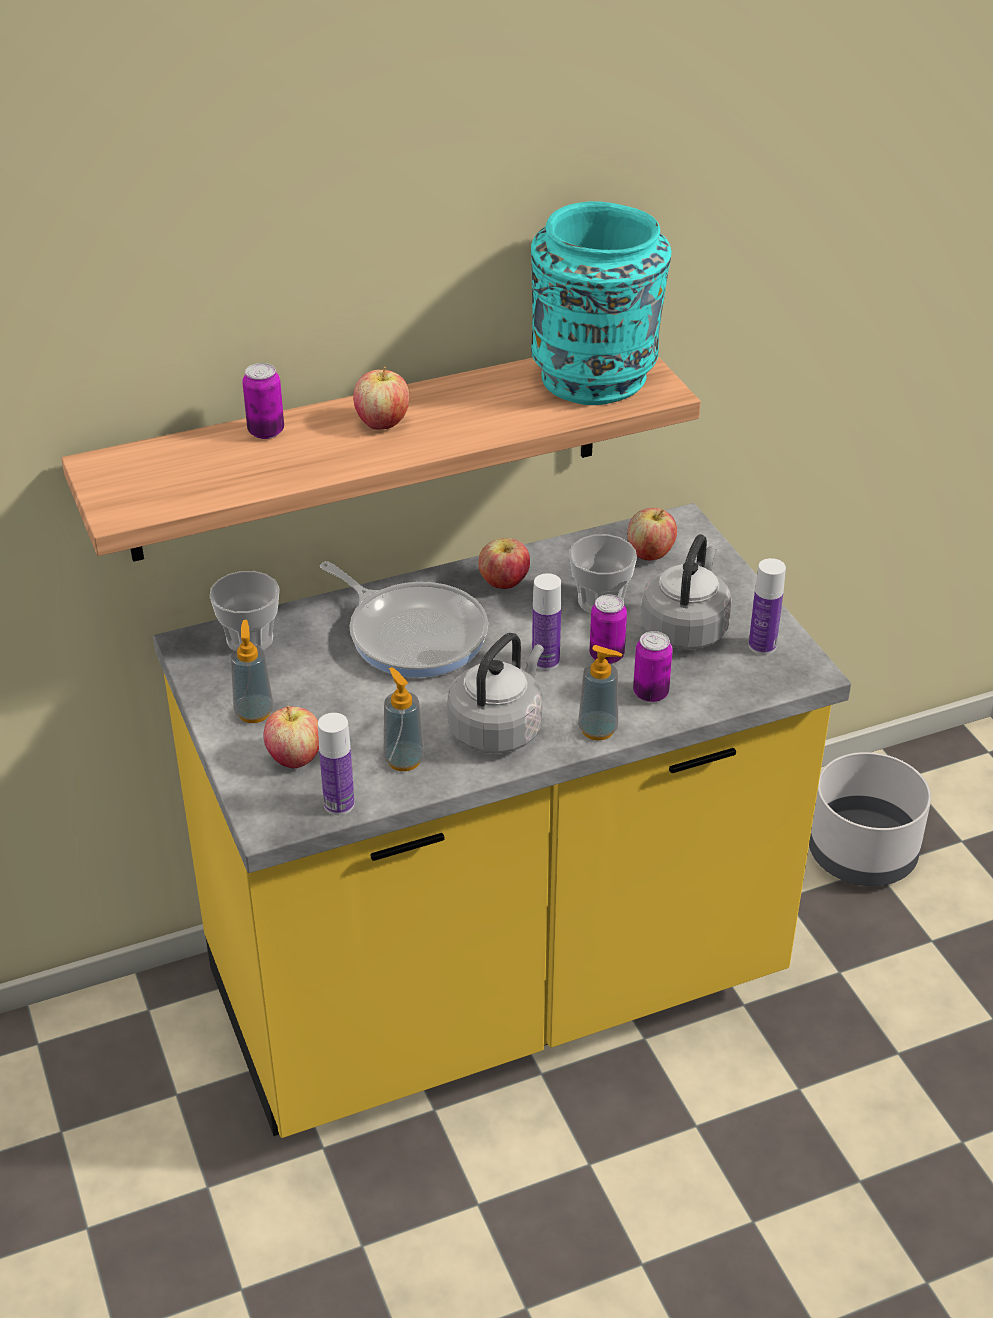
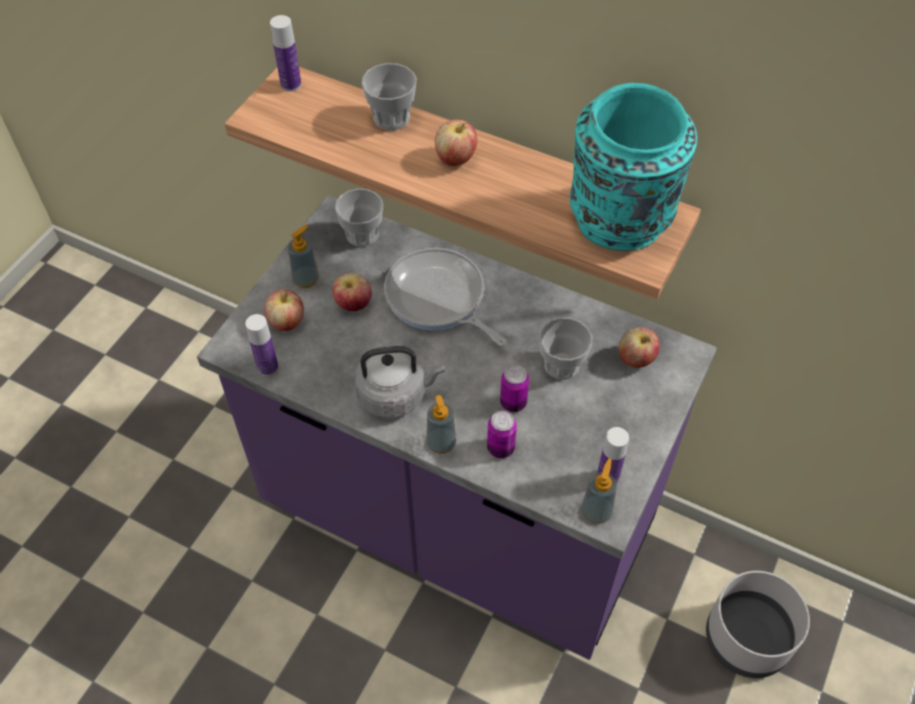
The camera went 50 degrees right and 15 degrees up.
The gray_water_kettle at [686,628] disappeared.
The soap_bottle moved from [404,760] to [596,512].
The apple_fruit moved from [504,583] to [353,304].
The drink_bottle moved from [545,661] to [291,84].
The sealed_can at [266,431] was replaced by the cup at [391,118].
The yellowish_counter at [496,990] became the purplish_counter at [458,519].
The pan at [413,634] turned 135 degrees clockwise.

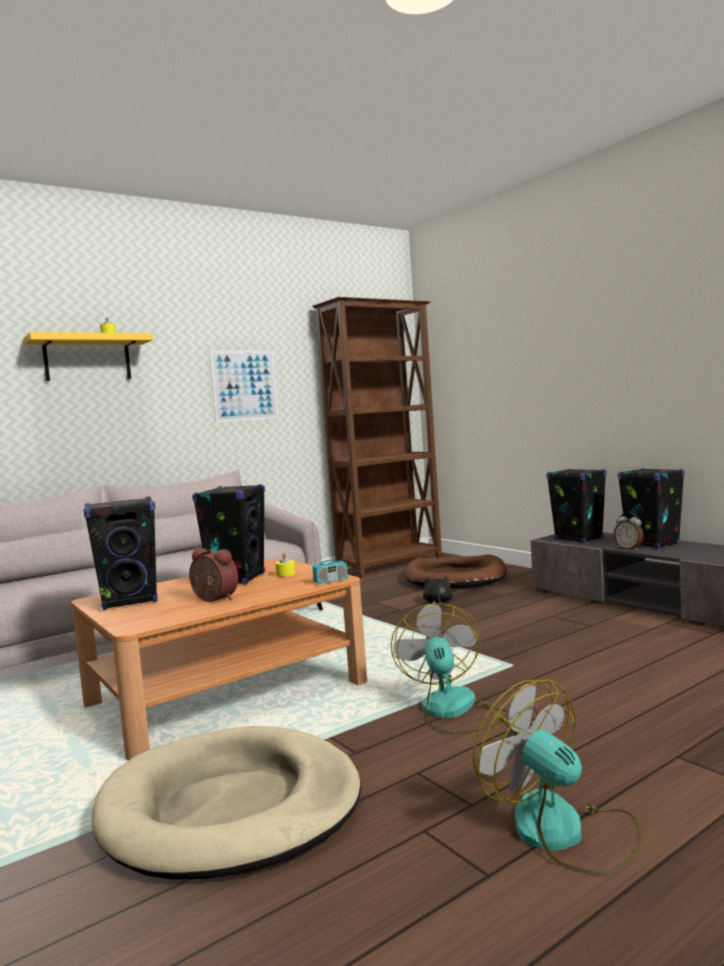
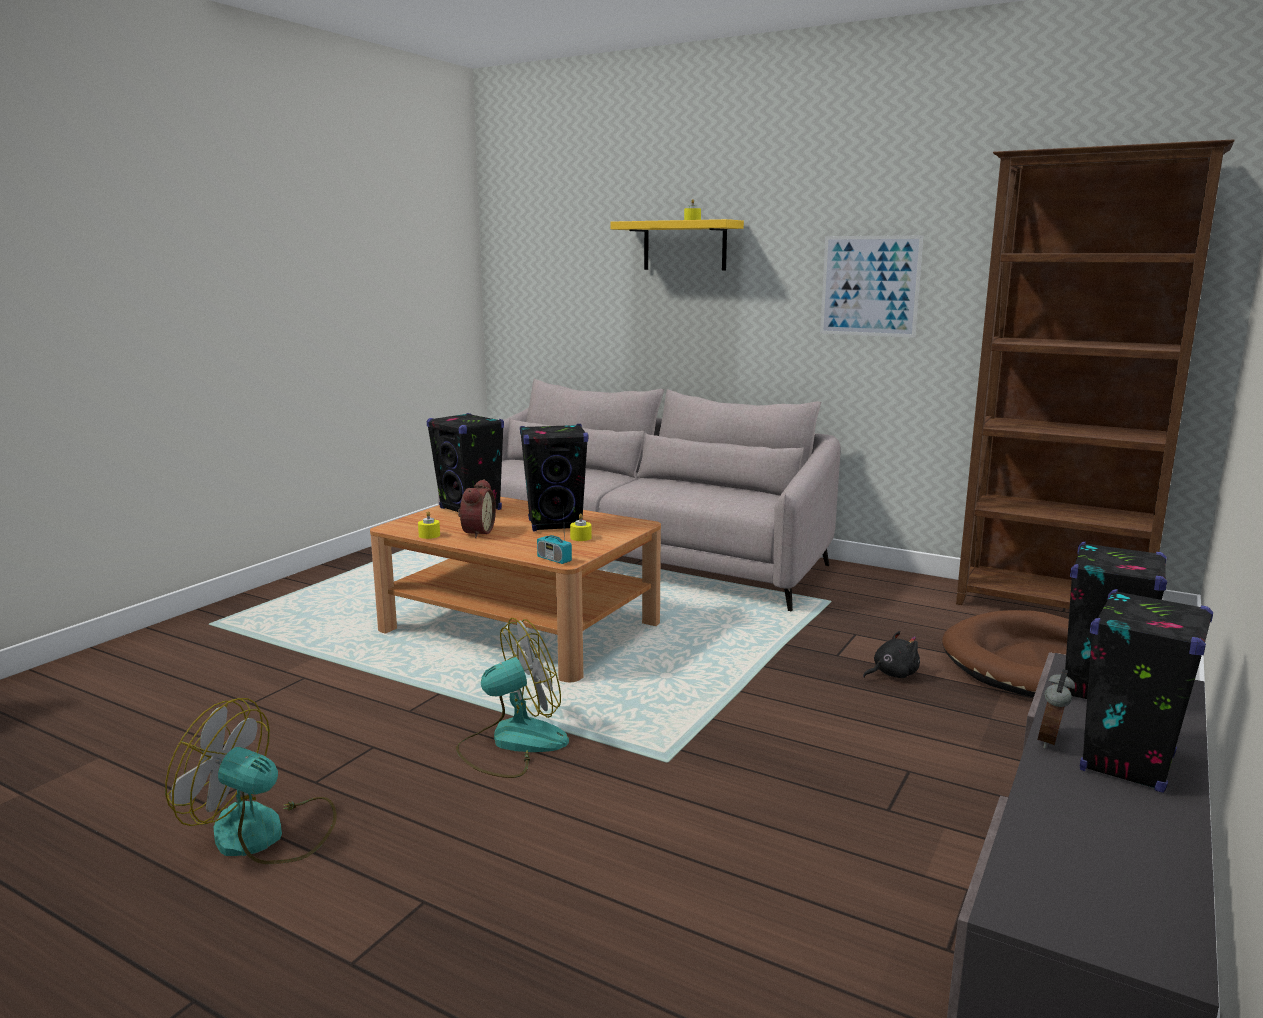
The camera went 65 degrees right and 10 degrees up.
The beige-coloured_dog_bed at [231,808] disappeared.
The yellowish_candle at [429,535] appeared.
The electric_fan at [564,833] turned 105 degrees counterclockwise.

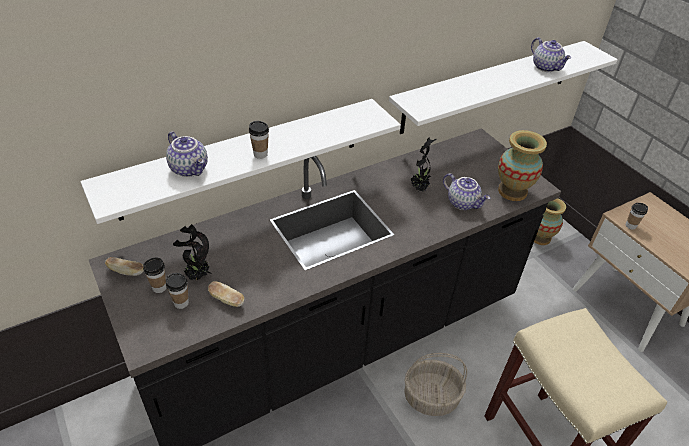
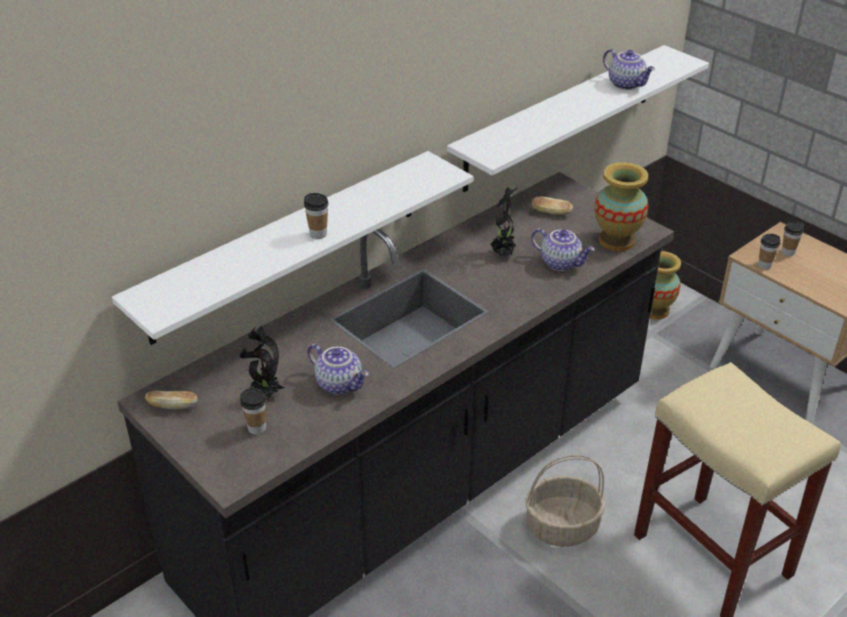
The camera went 10 degrees left and 5 degrees down.
The cup moved from [159,287] to [788,252].
The pot_for_tea moved from [190,169] to [340,384].
The bakery_bread moved from [227,300] to [551,213].

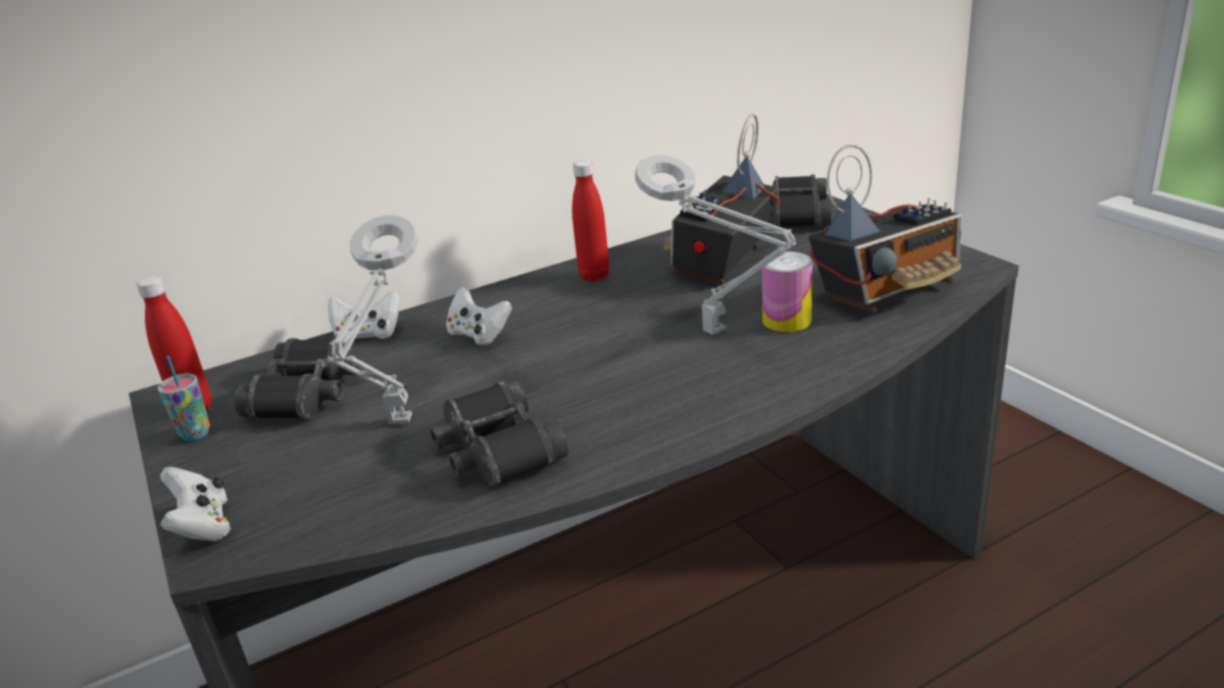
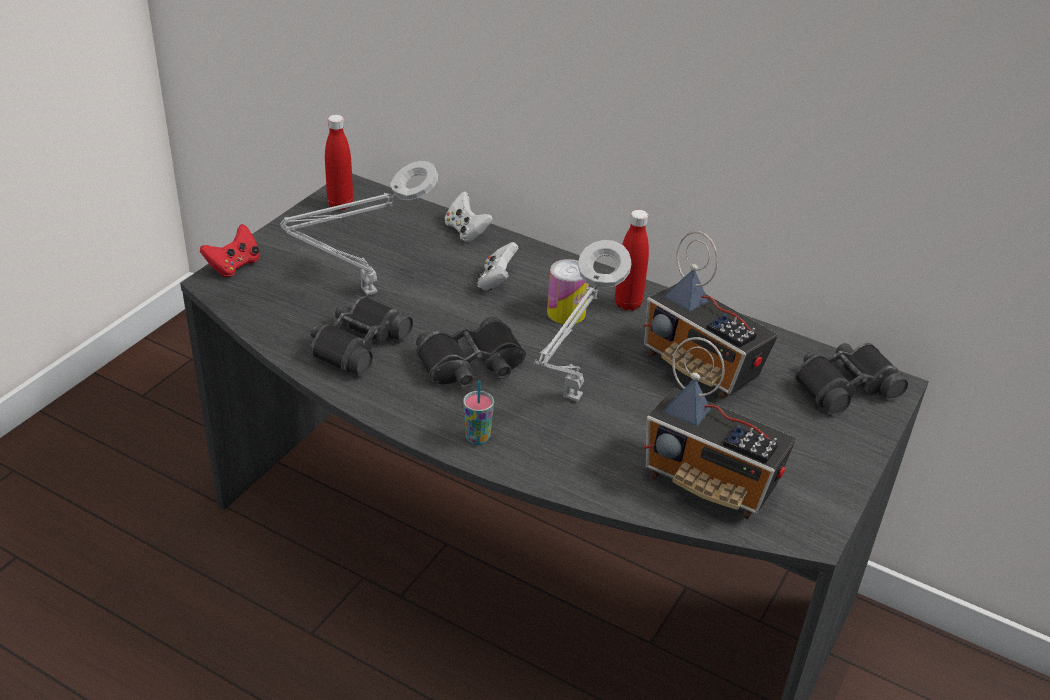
The camera went 55 degrees right and 10 degrees up.
The cup moved from [195,434] to [477,438].
The black-coloured_pair_of_binoculars moved from [308,393] to [471,365].
The sealed_can moved from [787,320] to [566,313].
The white-coloured_gamepad at [203,527] became the red_gamepad at [234,266].
The radio_set at [722,263] turned 135 degrees counterclockwise.

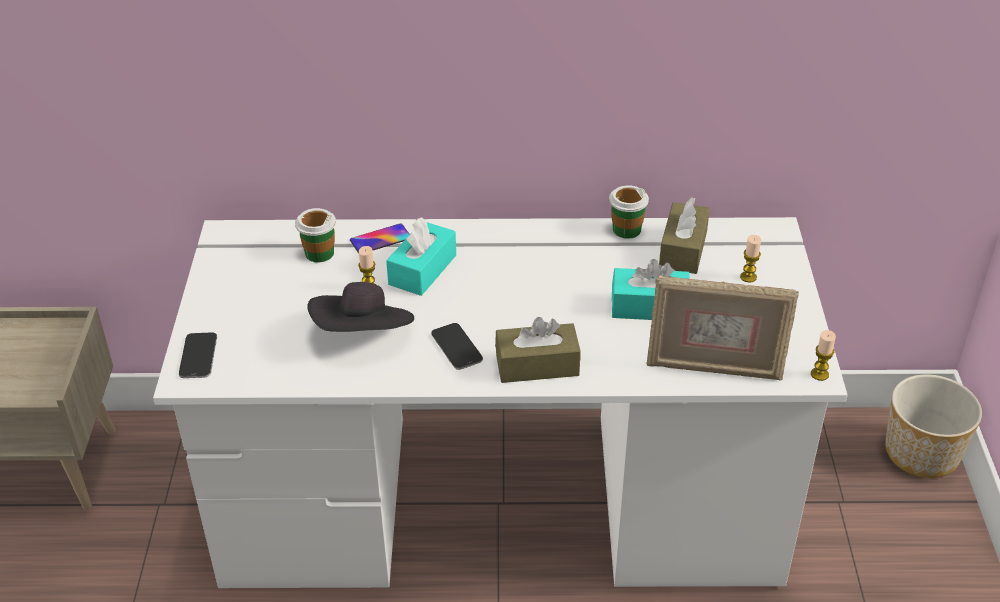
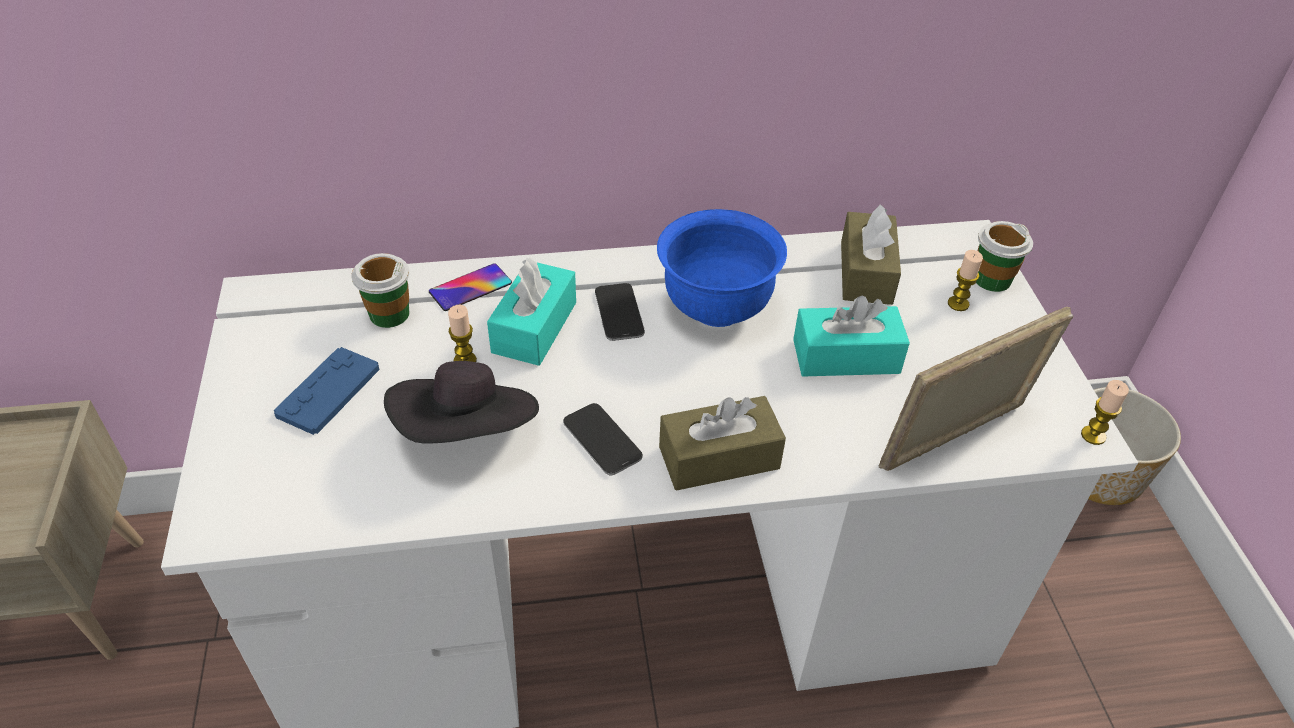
The camera went 10 degrees left and 5 degrees up.
The bluish_gamepad at [328,392] appeared.
The bluish_bowl at [716,307] appeared.
The handset moved from [198,356] to [619,313].
The cup moved from [626,229] to [991,279].
The photo_frame at [714,368] turned 150 degrees clockwise.

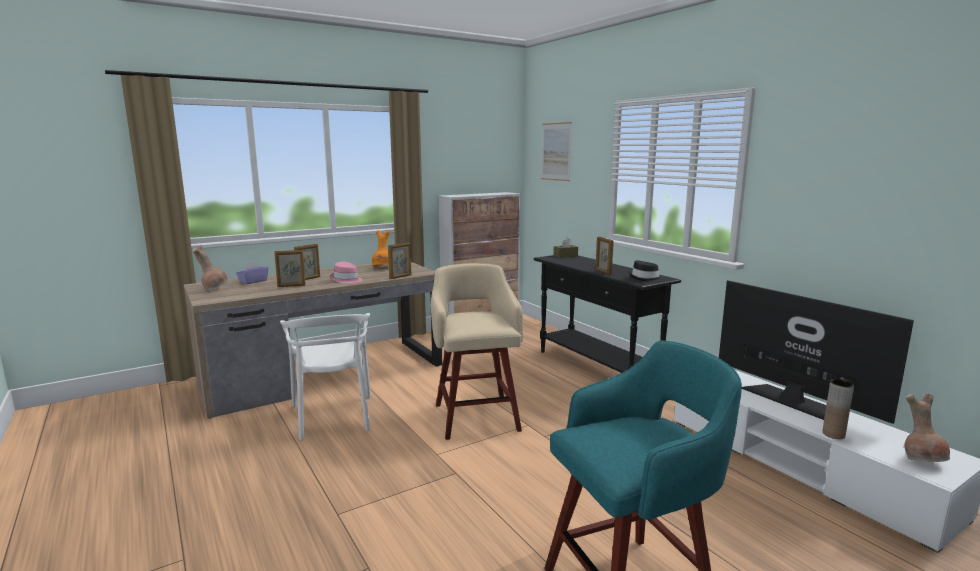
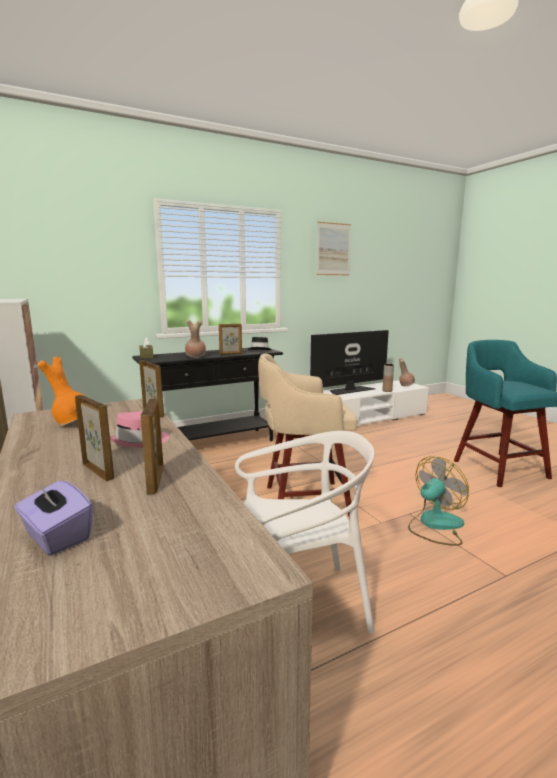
The camera went 85 degrees left and 0 degrees up.
The electric_fan at [435,525] appeared.
The brown_decorative_vase moved from [214,289] to [195,356].
The wall_picture moved from [556,151] to [333,249].

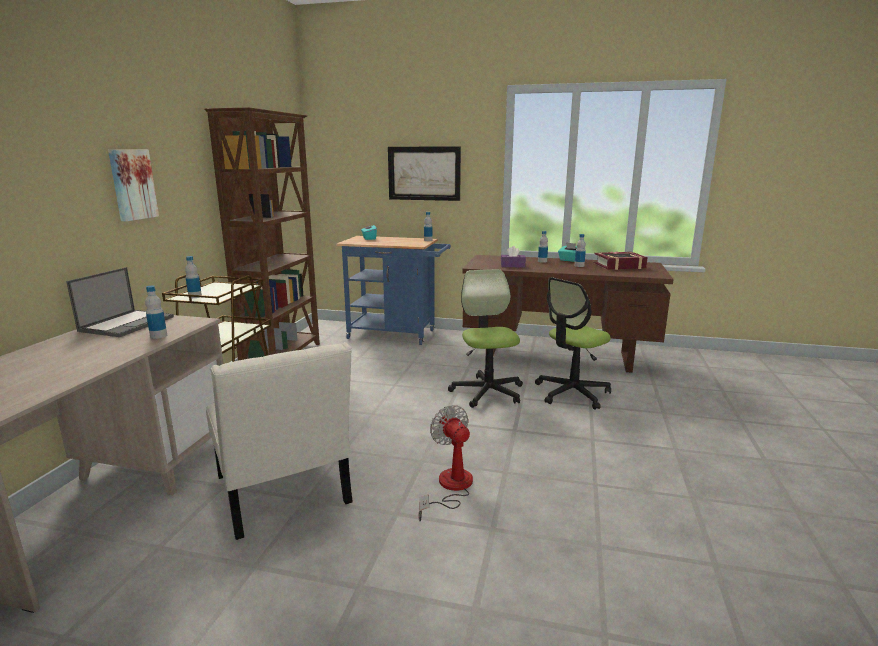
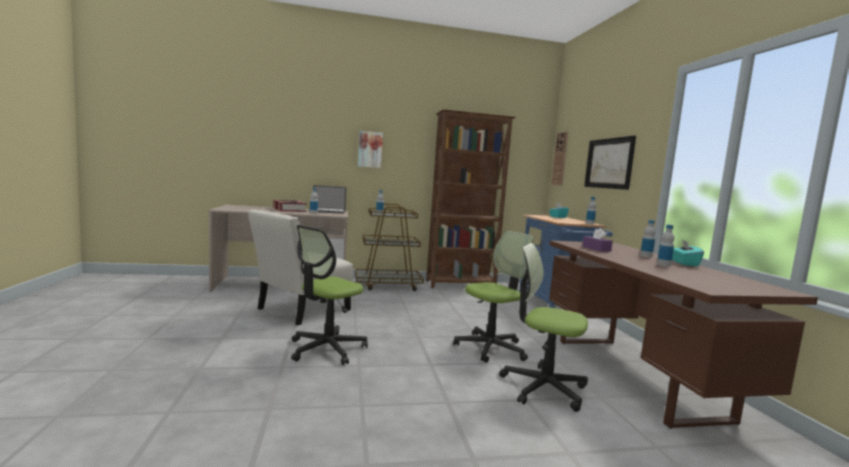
The camera went 65 degrees right and 10 degrees down.
The hanging_clock at [560,159] appeared.
The volume moved from [619,266] to [289,210].
The electric_fan at [450,487] was replaced by the office_chair at [327,349].

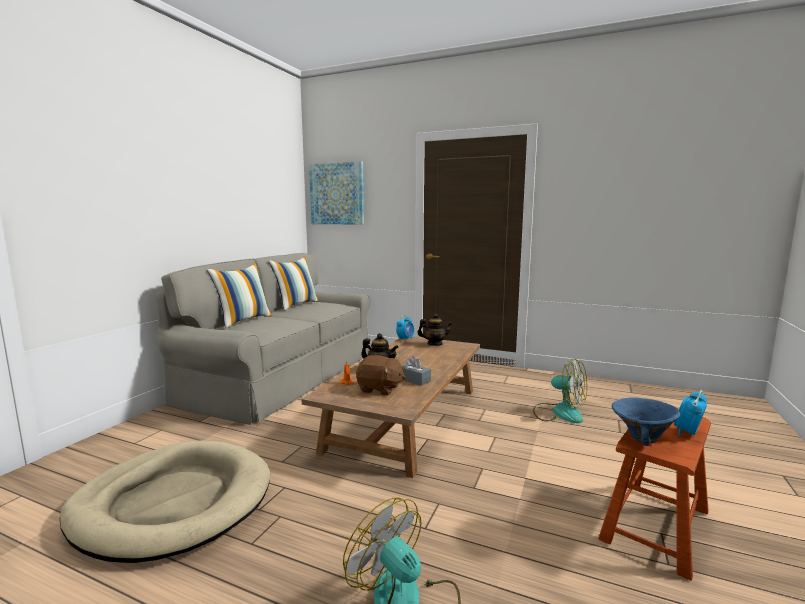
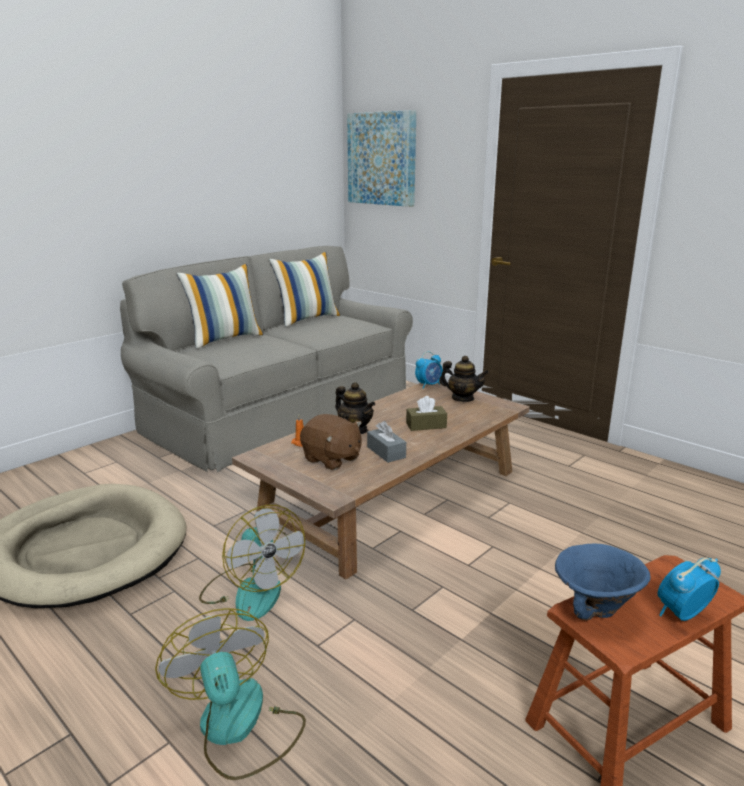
The camera went 20 degrees right and 10 degrees up.
The brown_box_of_tissues at [426,425] appeared.
The electric_fan moved from [559,412] to [251,590].

